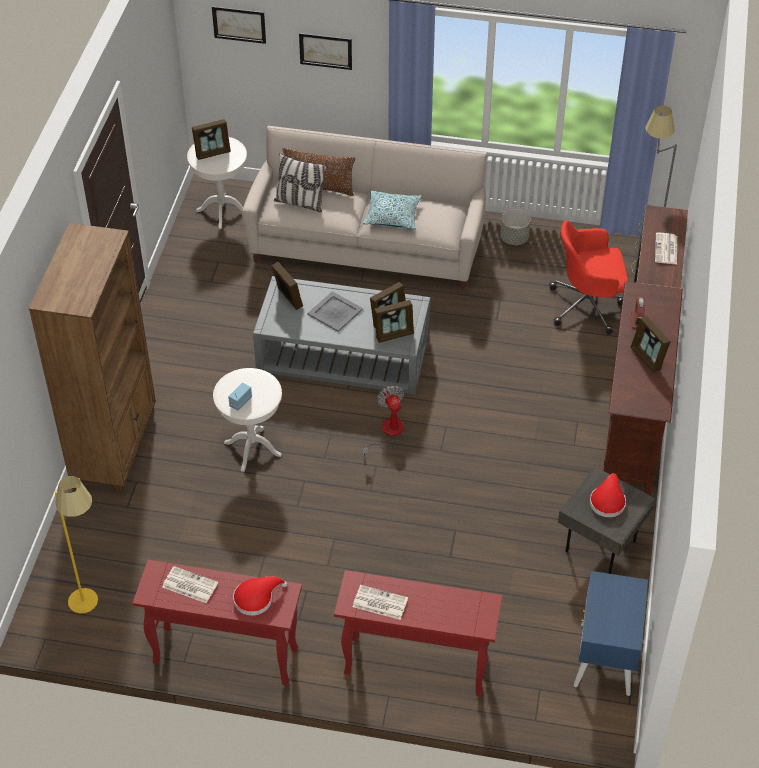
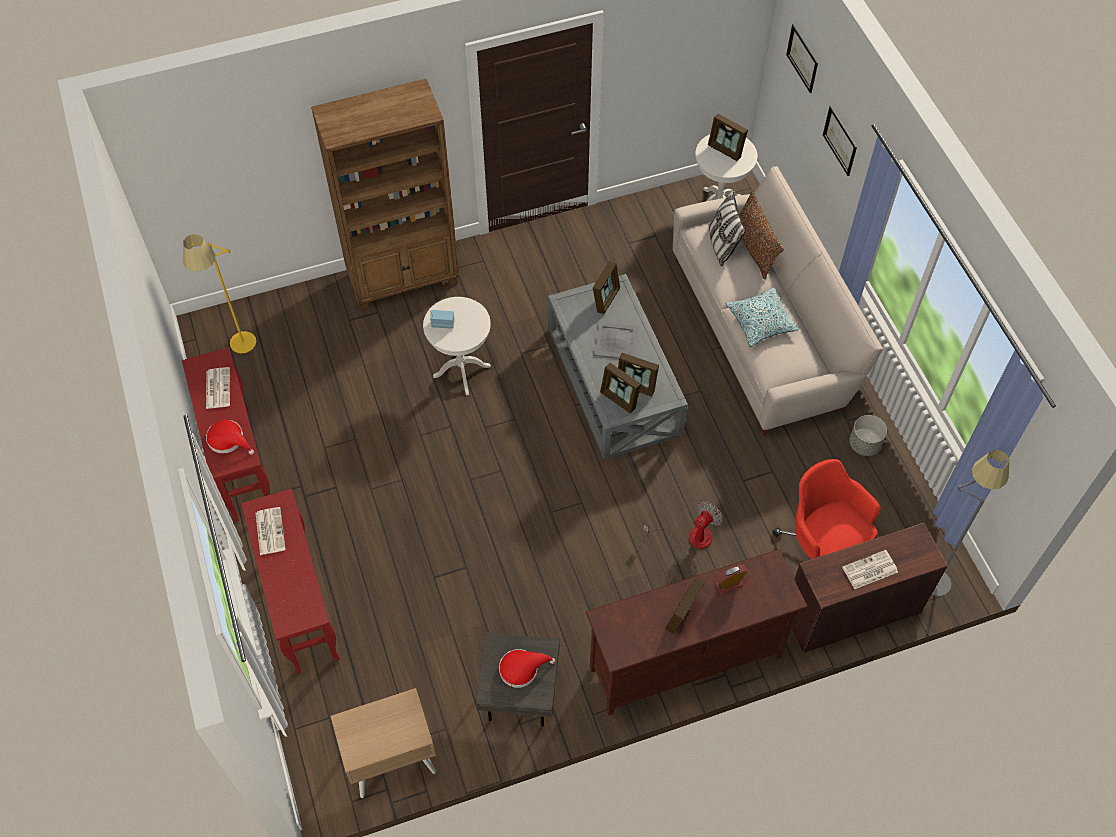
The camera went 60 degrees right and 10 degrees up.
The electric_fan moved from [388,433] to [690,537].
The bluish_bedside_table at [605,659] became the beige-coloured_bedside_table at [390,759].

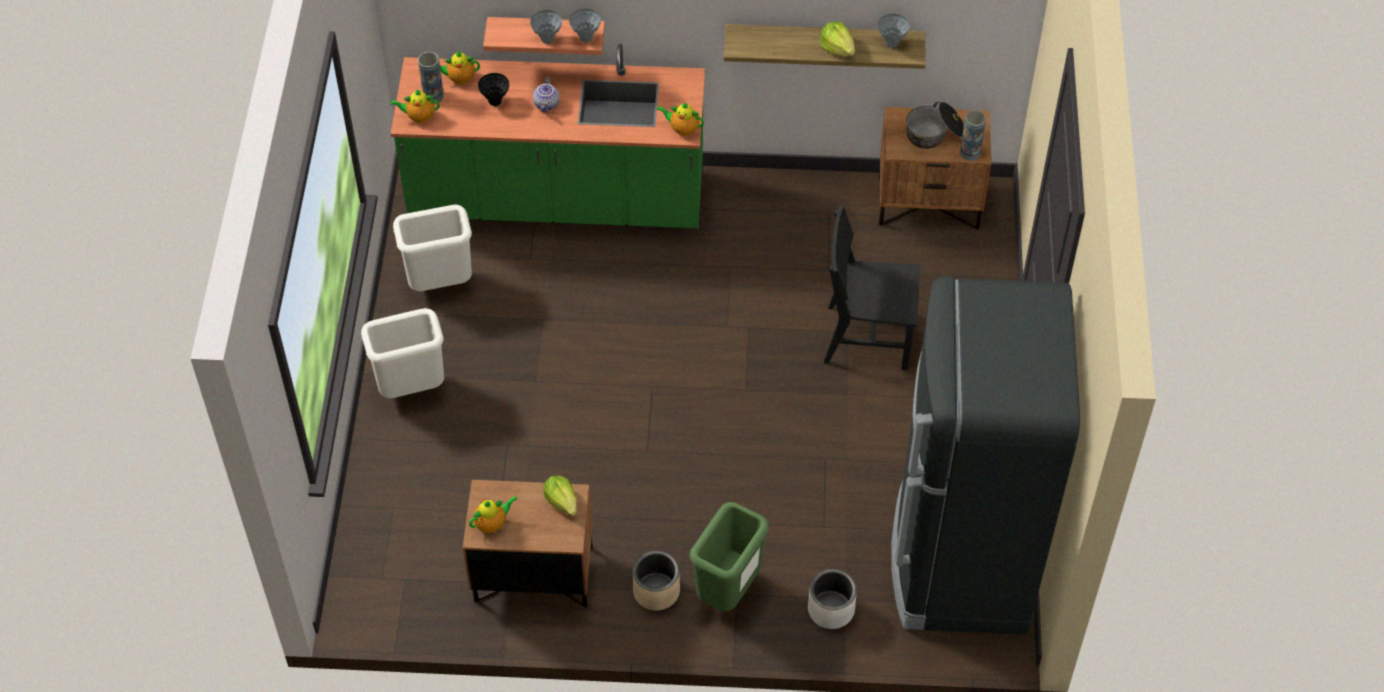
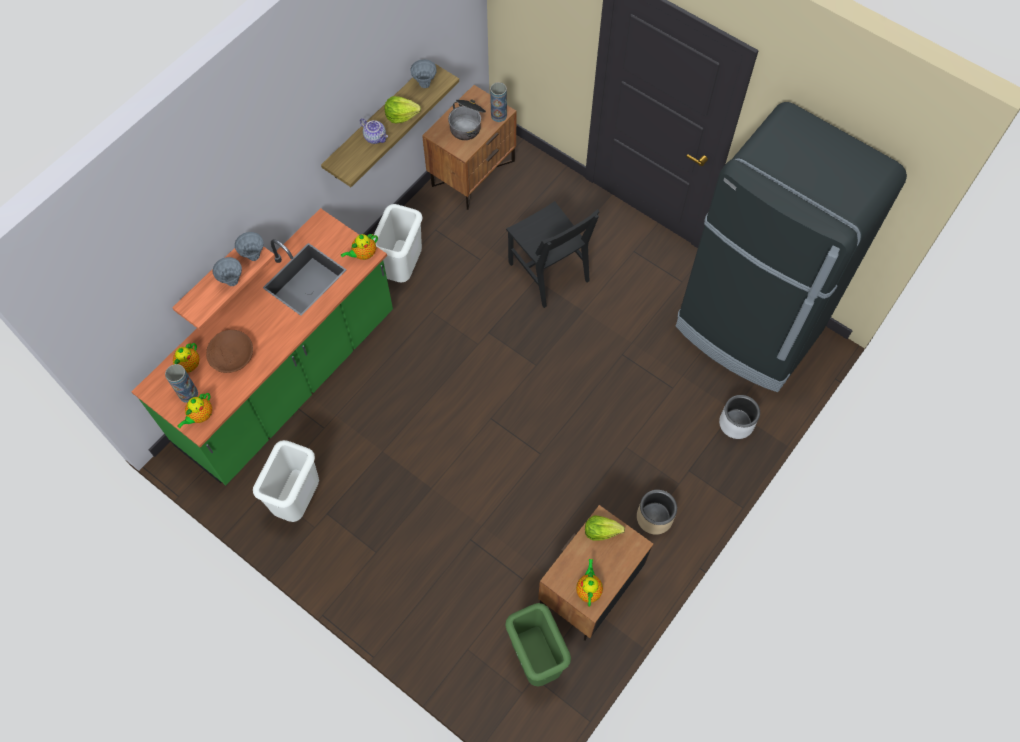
The camera went 55 degrees left and 10 degrees up.
The white-coloured_rubbish_bin moved from [412,389] to [402,268].
The pot_for_tea moved from [547,104] to [376,137].
The greenish_rubbish_bin moved from [728,592] to [537,658].
The black-coloured_decorative_vase at [495,102] was replaced by the brown_bowl at [232,356].
The black-coloured_plain_chair at [867,337] turned 75 degrees counterclockwise.

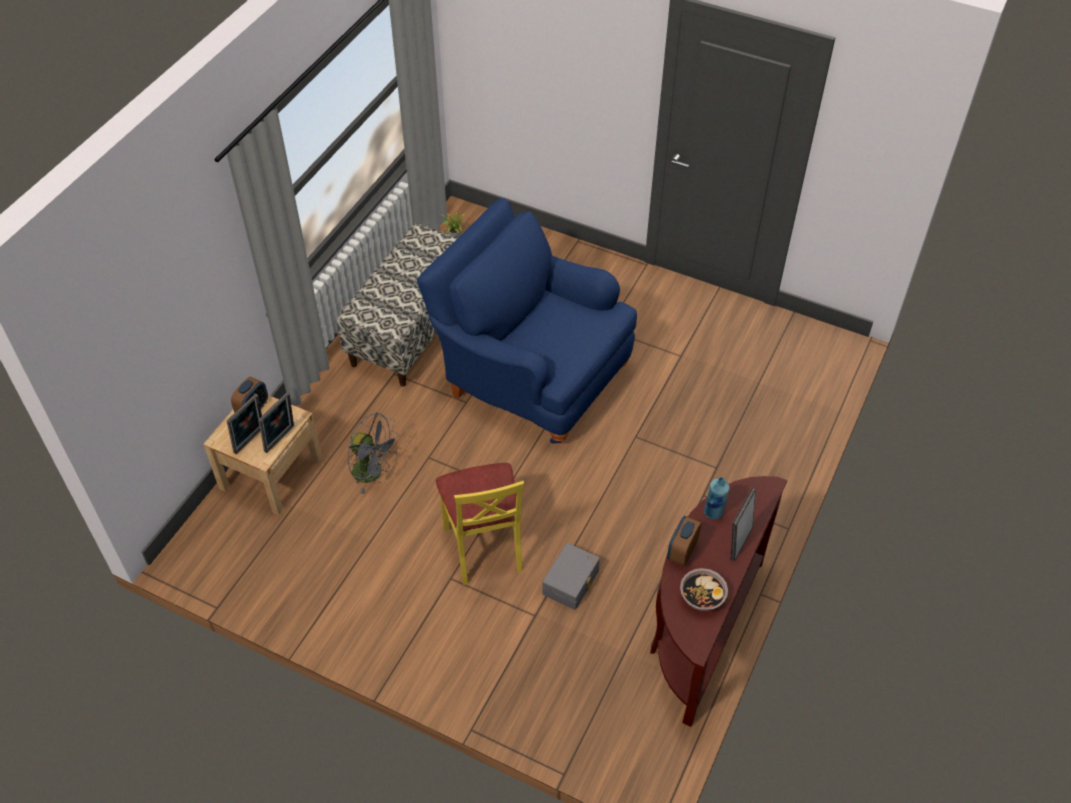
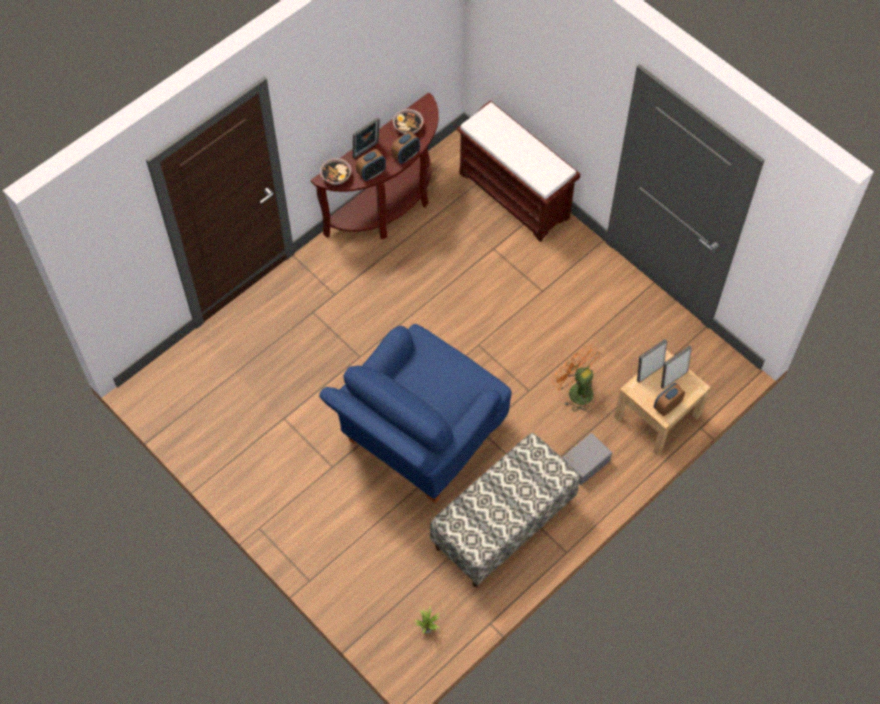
The camera went 160 degrees left and 10 degrees up.
The yellowish_plain_chair at [484,547] disappeared.
The bowl at [336,176] appeared.
The brown_long_seat at [515,196] appeared.
The gray_storage_container moved from [572,582] to [584,462].
The bluish_drink_bottle at [714,512] was replaced by the bedside_clock at [371,173].
The gray_electric_fan at [373,472] became the orangey_electric_fan at [575,390].
The bluish_easy_chair at [530,376] turned 75 degrees clockwise.

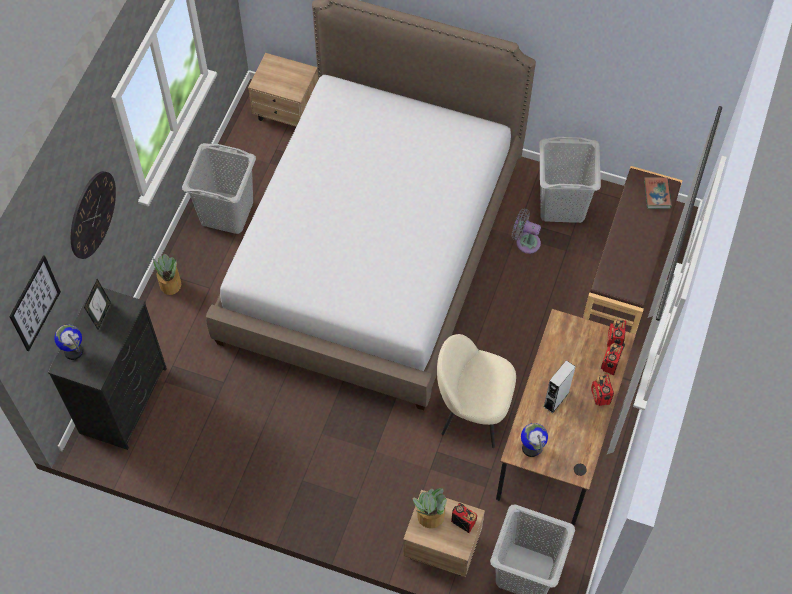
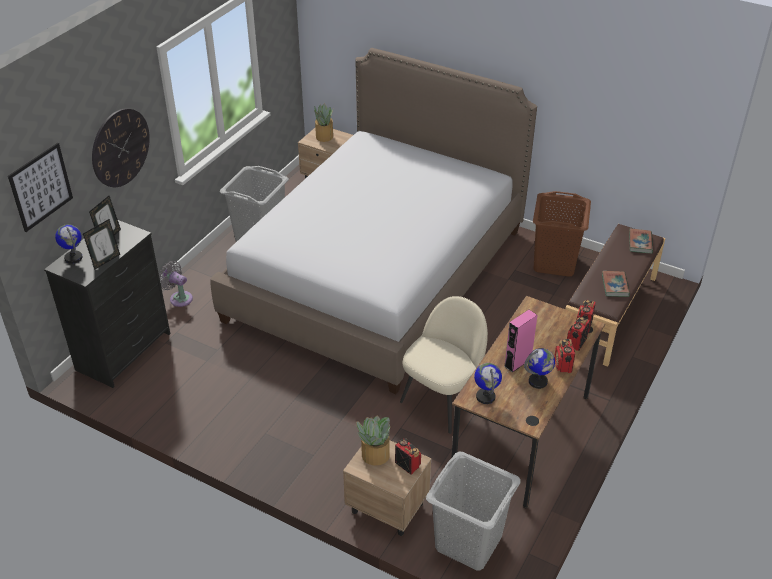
The camera went 10 degrees right and 20 degrees down.
The photo_frame at [105,261] appeared.
The globe at [538,381] appeared.
The volume at [615,286] appeared.
The plant_in_a_pot moved from [170,285] to [324,136].
The gray_electric_fan moved from [525,242] to [179,298].
The gray_hamper at [562,204] became the brown_hamper at [555,262].
The gray_speaker at [556,399] became the pinkish_speaker at [518,362].
The beige-coloured_plain_chair at [473,411] turned 105 degrees clockwise.

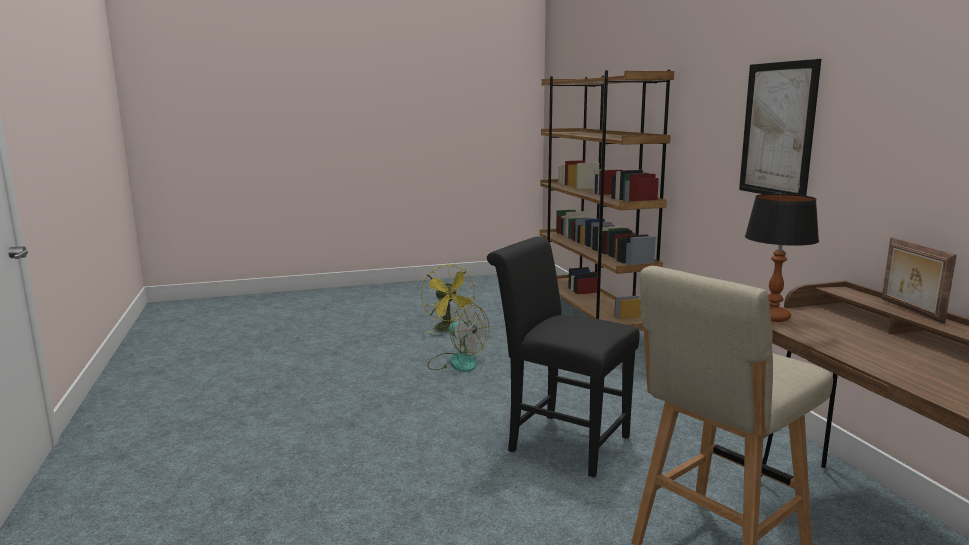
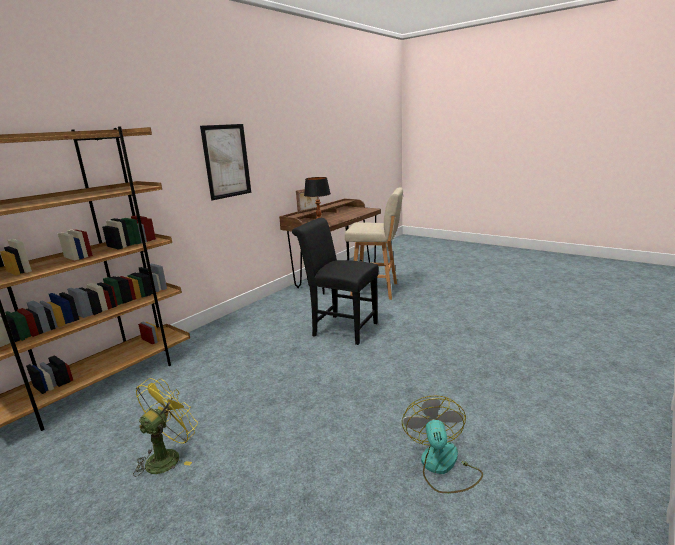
The camera went 125 degrees left and 5 degrees up.
The electric_fan moved from [456,362] to [442,466].
The black-coloured_plain_chair at [561,441] turned 120 degrees clockwise.

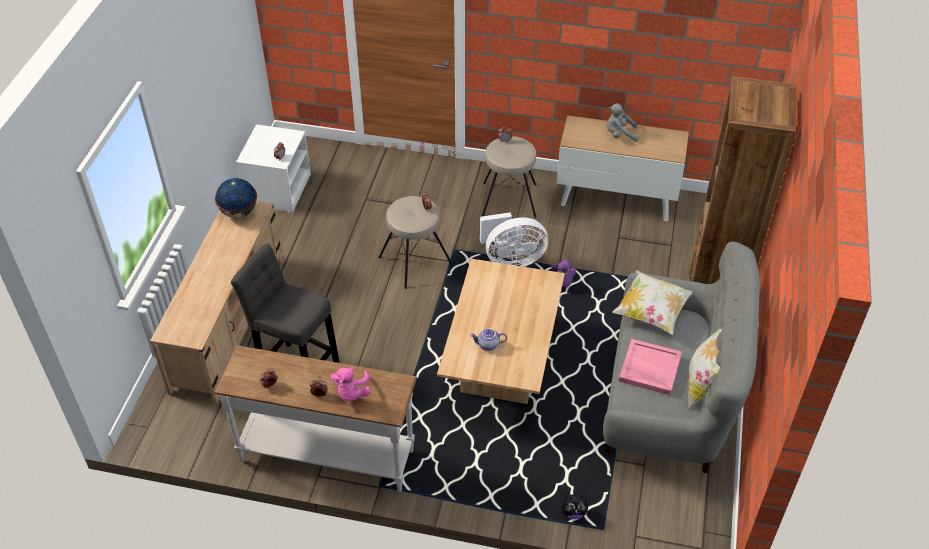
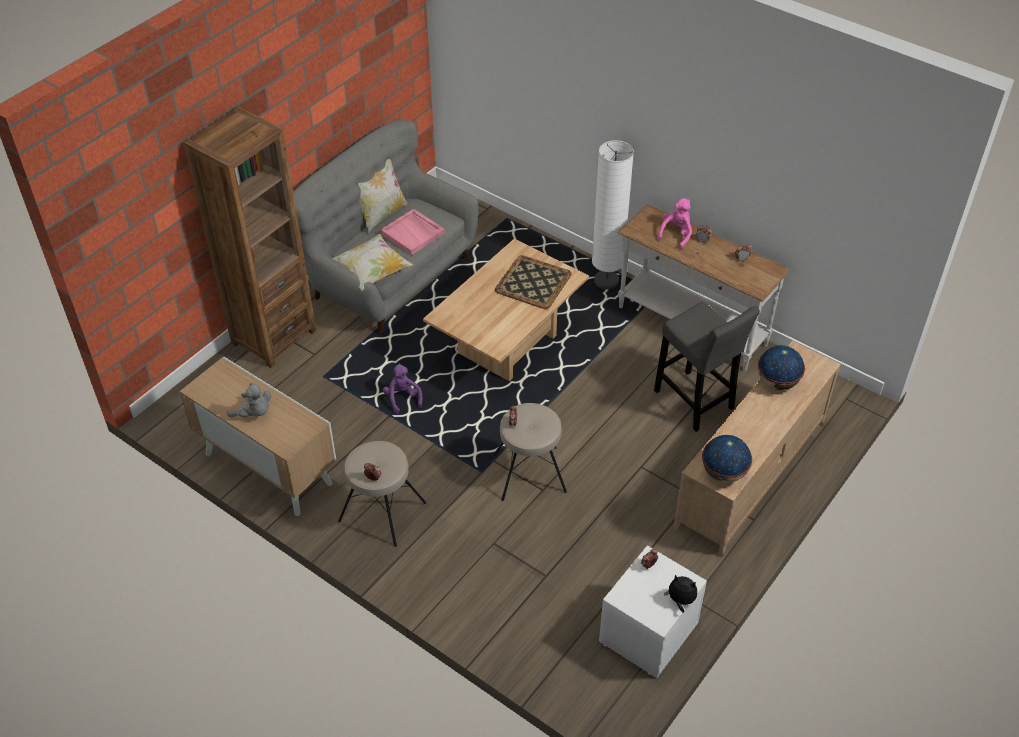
The camera went 155 degrees left and 0 degrees up.
The white-coloured_electric_fan at [511,260] disappeared.
The white-coloured_standing_lamp at [606,281] appeared.
The globe at [777,383] appeared.
The cuddly_toy moved from [573,512] to [680,601].
The pot_for_tea at [488,345] was replaced by the tray at [533,282].

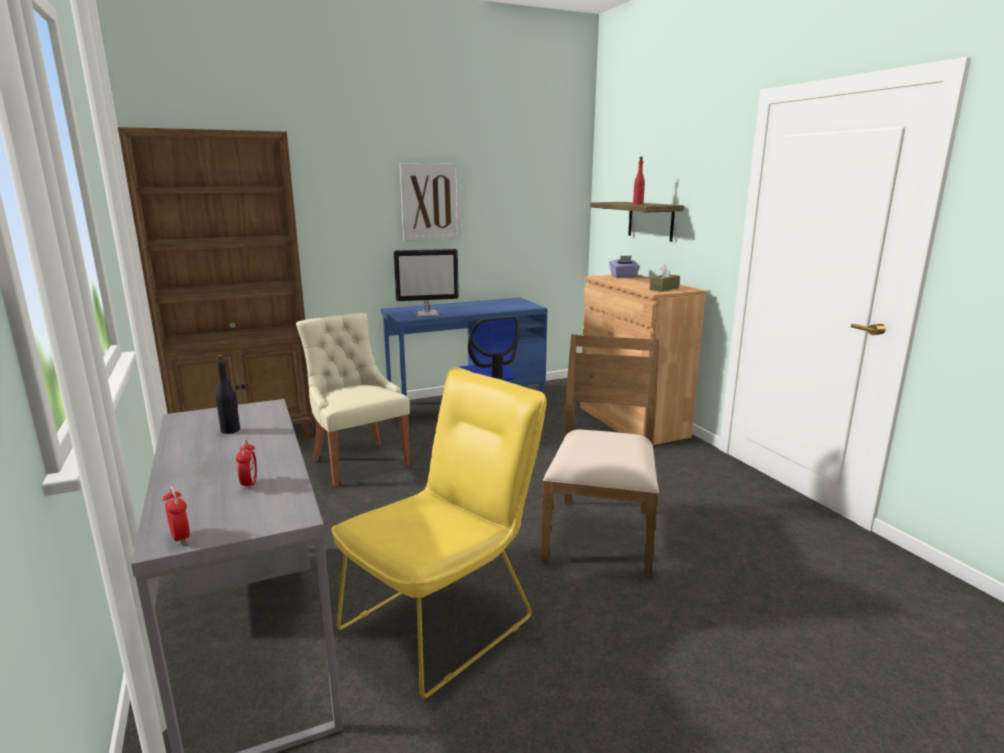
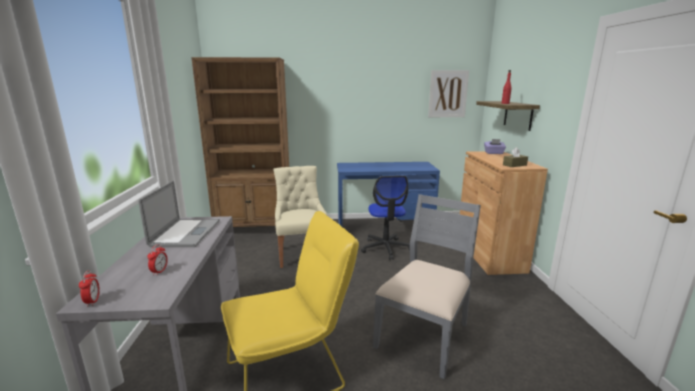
The camera went 20 degrees right and 0 degrees up.
The monitor at [427,314] disappeared.
The wall_picture moved from [431,202] to [448,94].
The black-coloured_drink_bottle at [231,430] was replaced by the notebook_computer at [186,233].
The brown_plain_chair at [600,534] became the gray_plain_chair at [424,335].

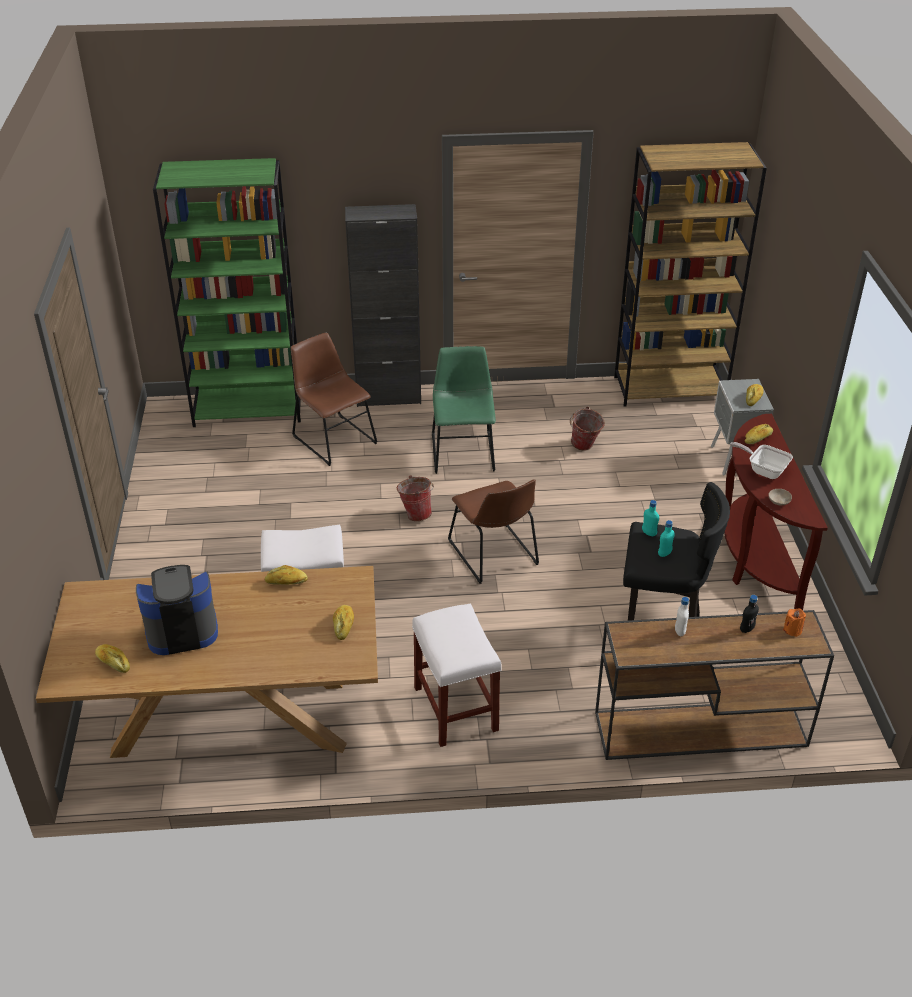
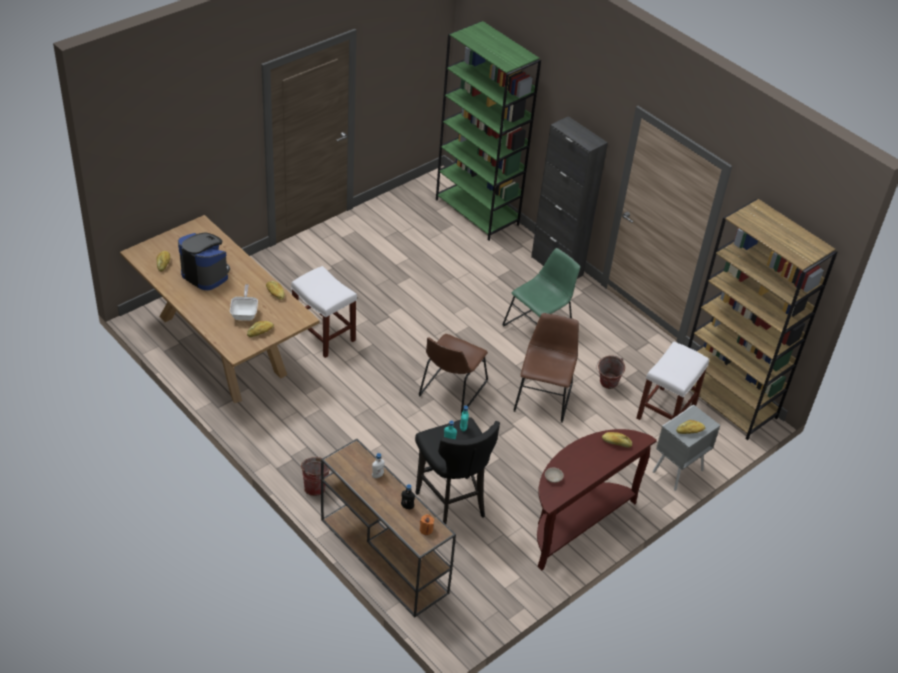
The camera went 50 degrees right and 5 degrees up.
The brown_plain_chair moved from [332,438] to [544,395].
The bucket moved from [416,513] to [316,486].
The white-coloured_stool_seat moved from [456,710] to [666,412].
The pan moved from [763,470] to [245,313].

